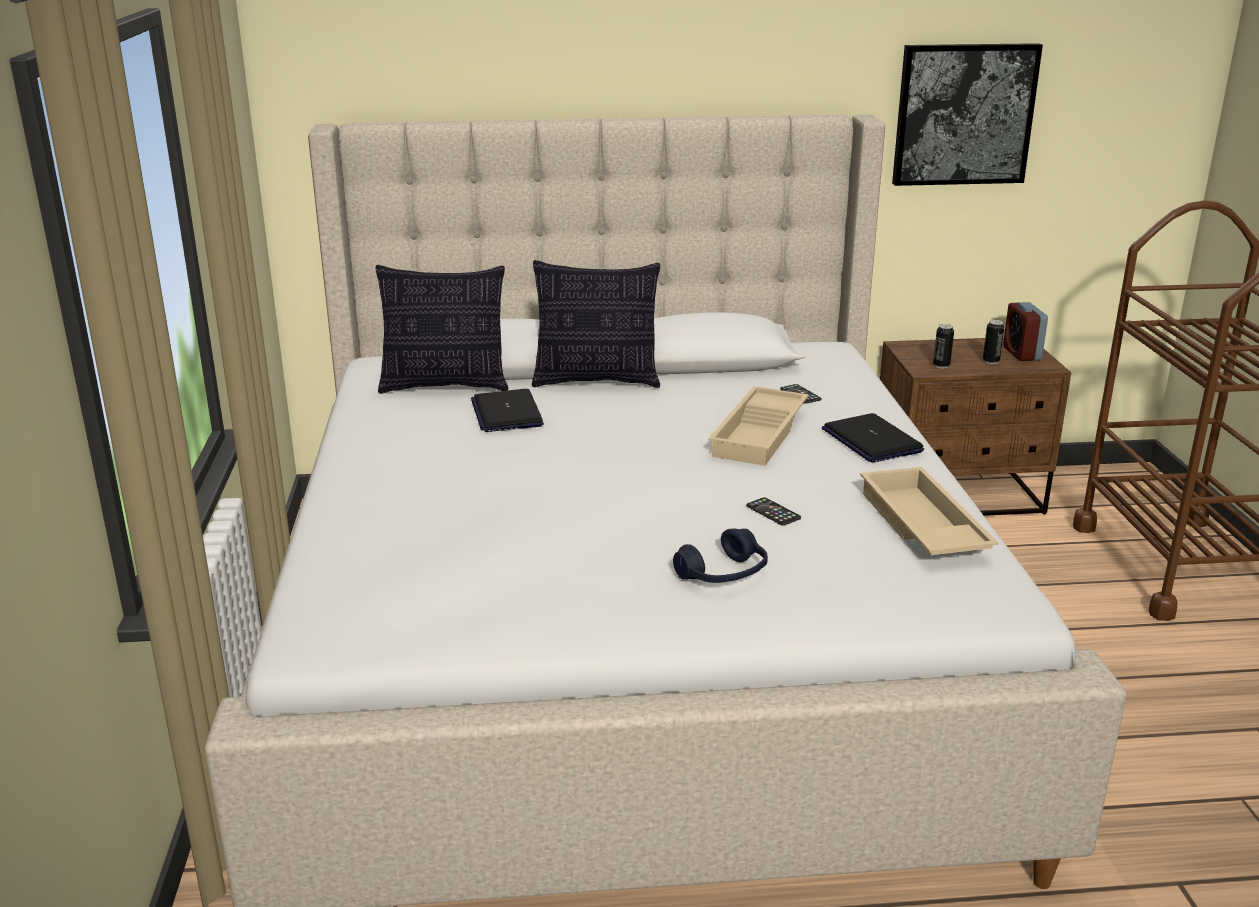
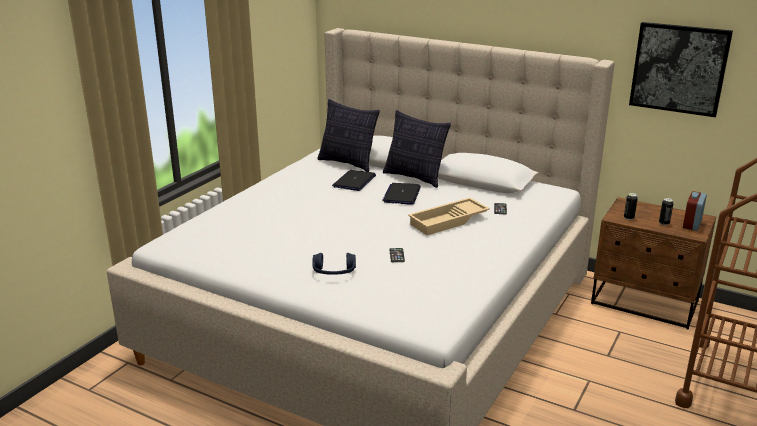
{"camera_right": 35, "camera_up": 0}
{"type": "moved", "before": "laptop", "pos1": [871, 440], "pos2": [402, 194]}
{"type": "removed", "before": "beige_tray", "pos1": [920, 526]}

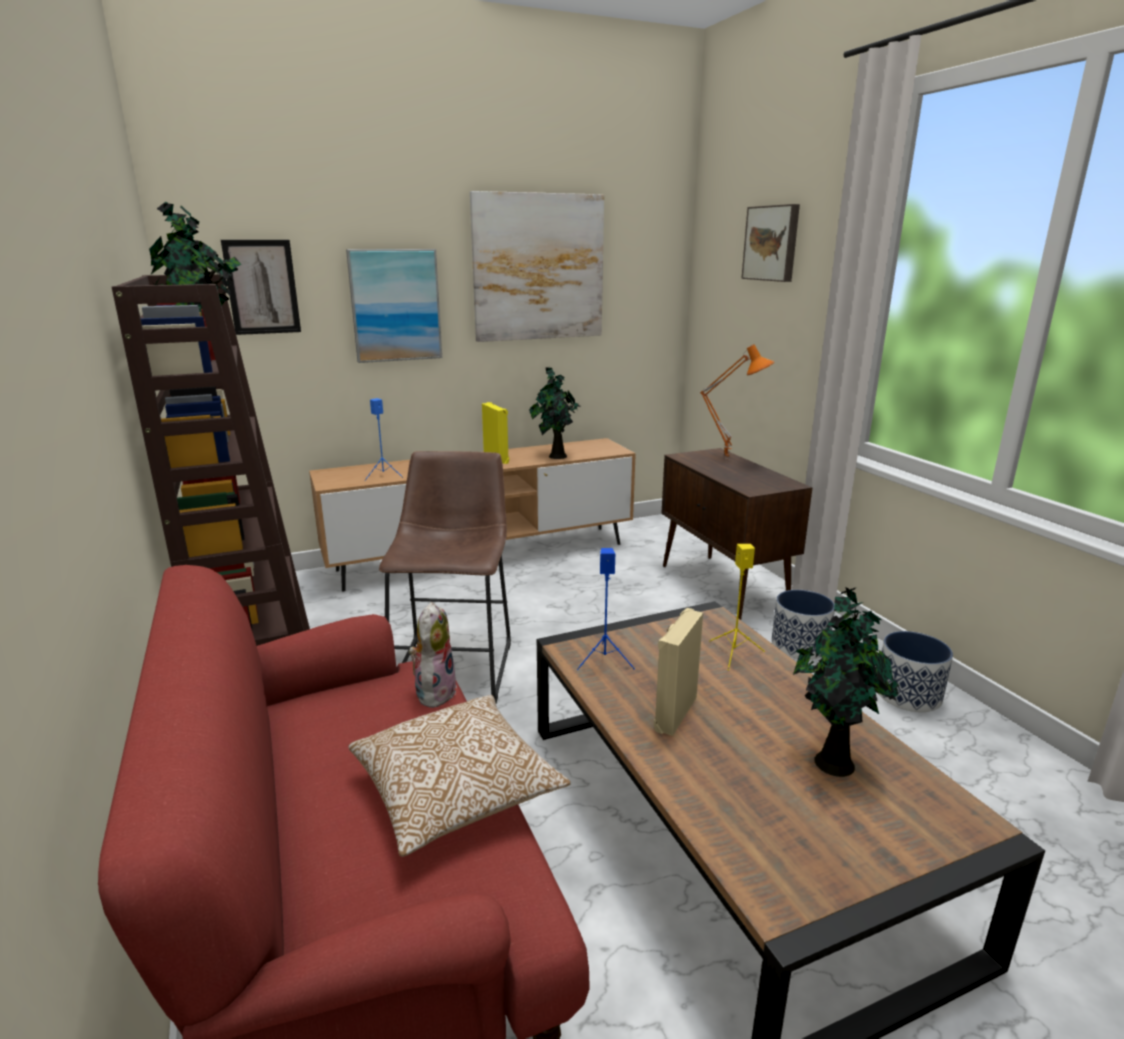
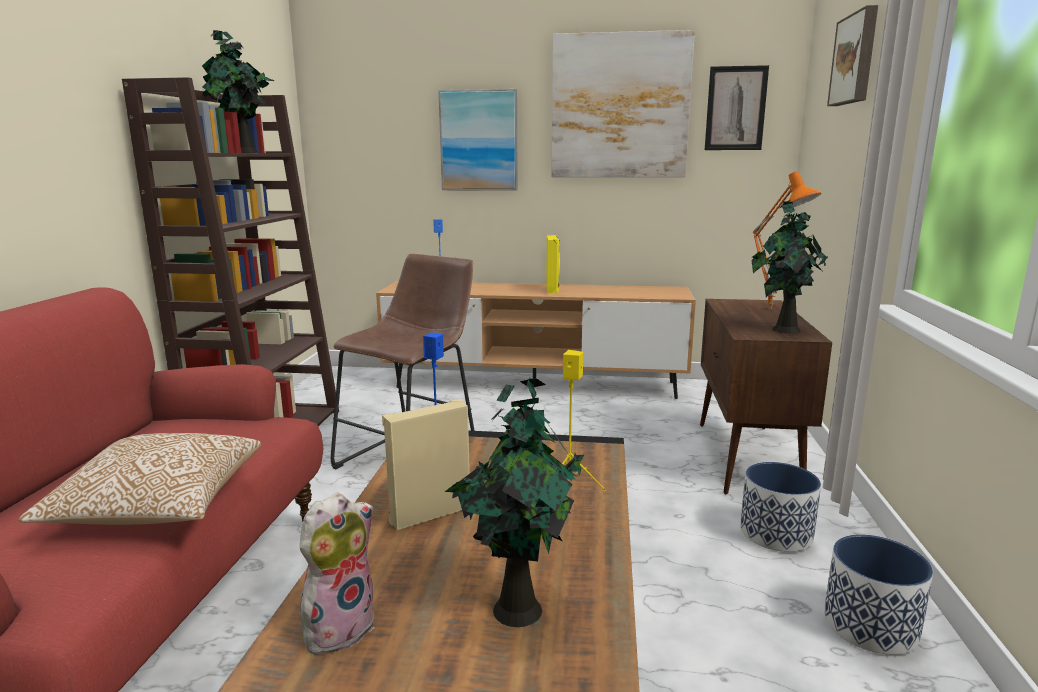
{"camera_right": 30, "camera_up": -5}
{"type": "moved", "before": "plush_toy", "pos1": [434, 691], "pos2": [339, 626]}
{"type": "moved", "before": "picture", "pos1": [262, 287], "pos2": [735, 108]}
{"type": "moved", "before": "potted_plant", "pos1": [556, 456], "pos2": [783, 329]}

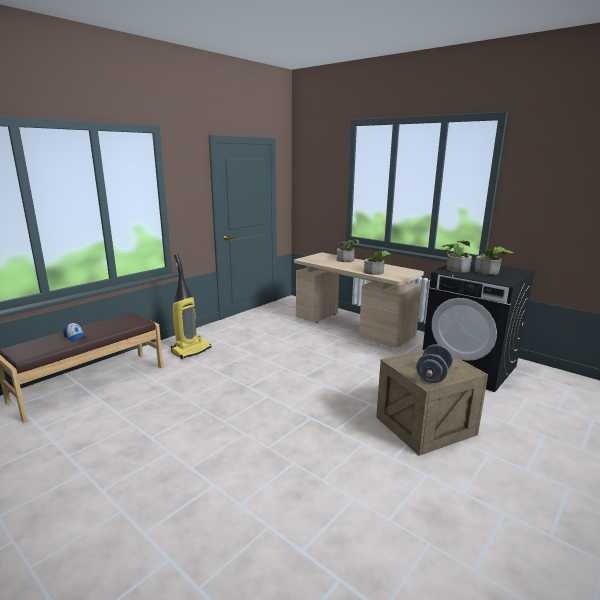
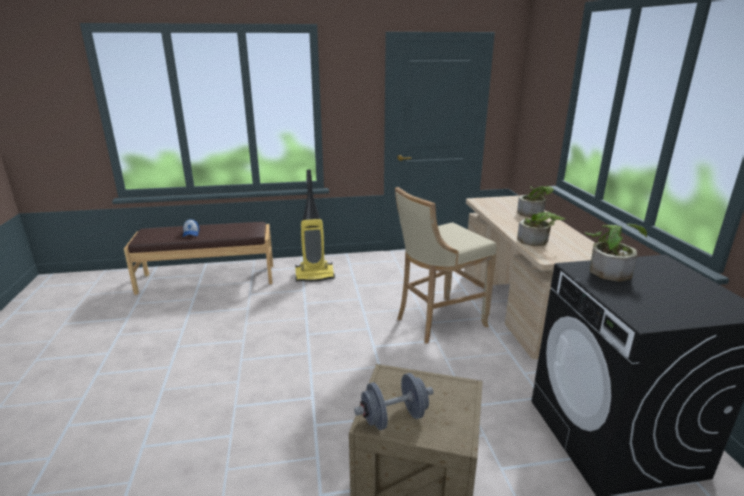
{"camera_right": 40, "camera_up": 5}
{"type": "added", "after": "beige_stool", "pos2": [437, 322]}
{"type": "removed", "before": "potted_plant", "pos1": [490, 272]}

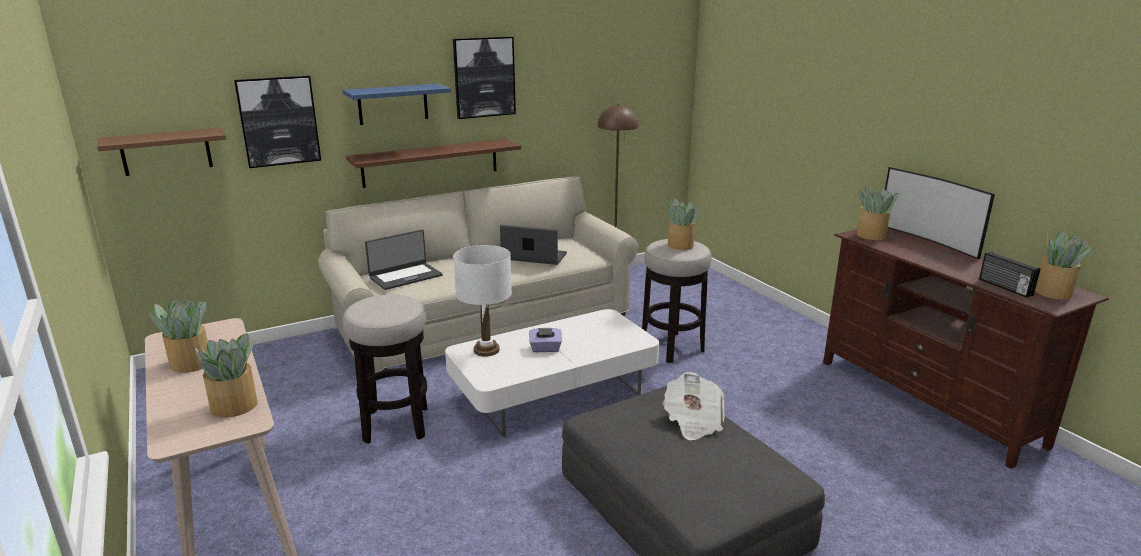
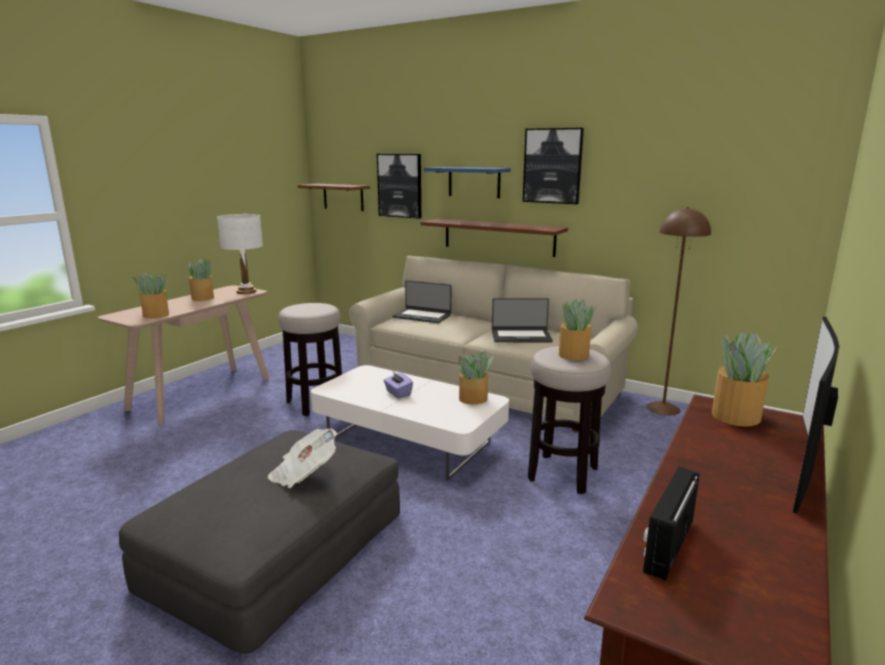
{"camera_right": 60, "camera_up": -5}
{"type": "moved", "before": "white_table_lamp", "pos1": [486, 350], "pos2": [246, 292]}
{"type": "moved", "before": "potted_plant", "pos1": [1052, 292], "pos2": [474, 399]}
{"type": "turned", "before": "laptop", "pos1": [534, 257], "pos2": [521, 336], "turn": 105}

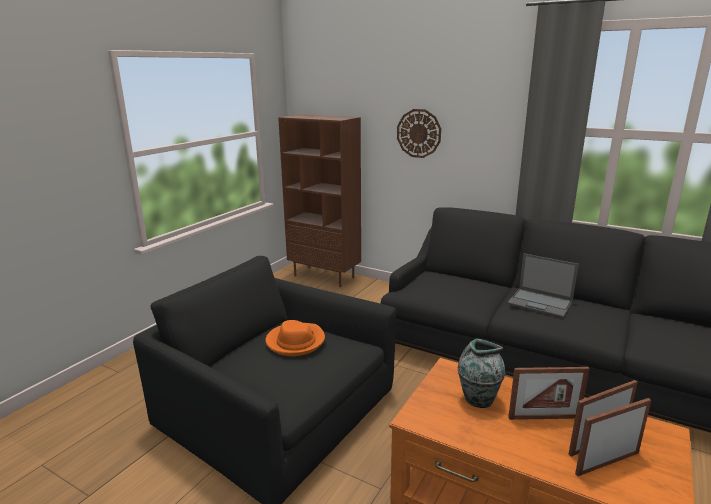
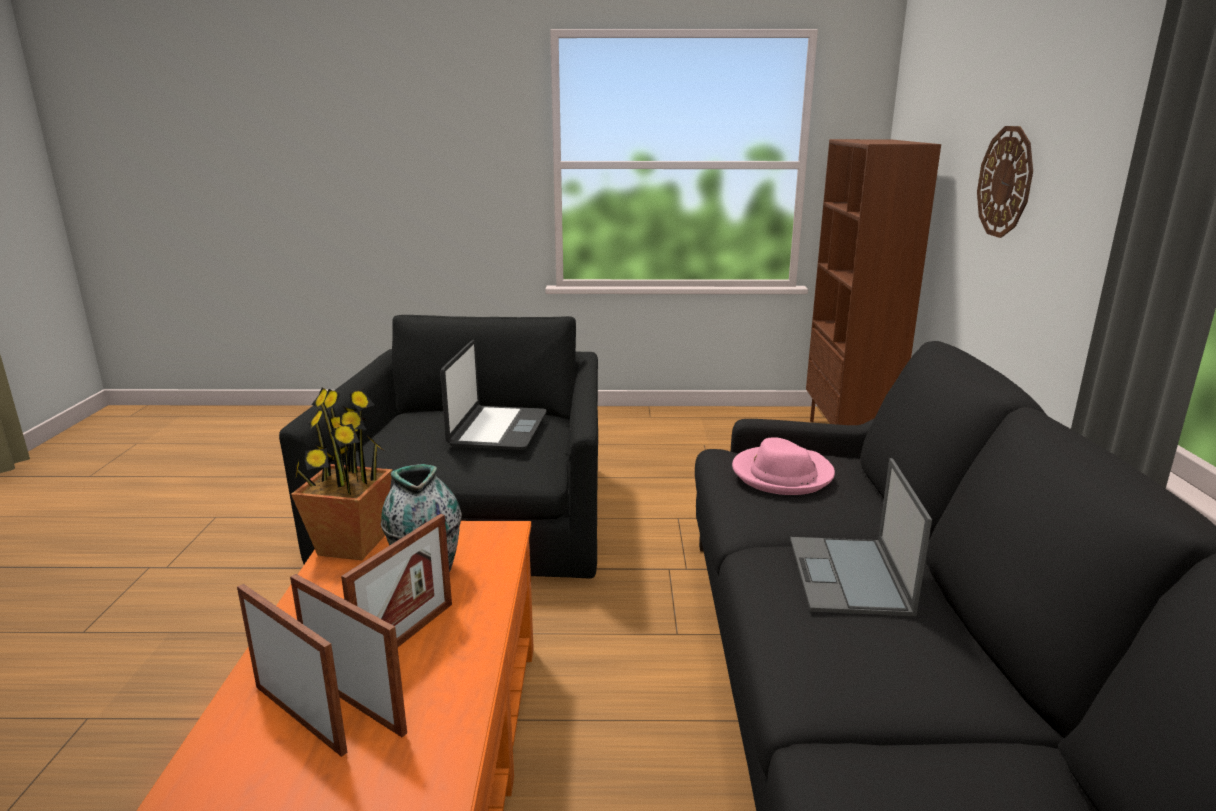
{"camera_right": 60, "camera_up": 0}
{"type": "added", "after": "potted_plant", "pos2": [350, 545]}
{"type": "turned", "before": "picture_frame", "pos1": [544, 418], "pos2": [406, 637], "turn": -120}
{"type": "replaced", "before": "orange_hat", "after": "laptop", "pos1": [295, 341], "pos2": [497, 429]}
{"type": "added", "after": "pink_hat", "pos2": [782, 474]}

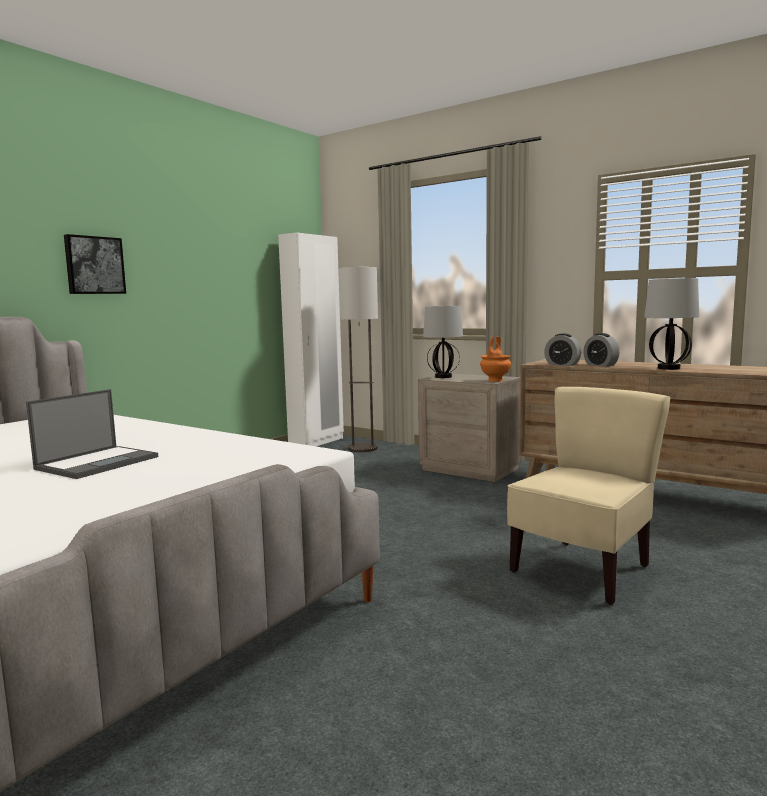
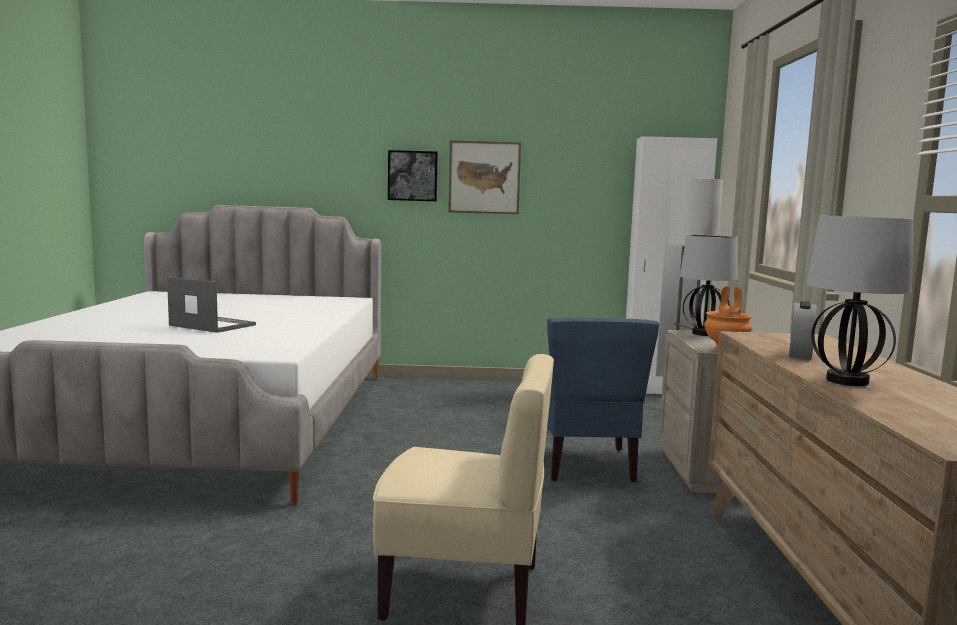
{"camera_right": 55, "camera_up": 0}
{"type": "turned", "before": "laptop", "pos1": [98, 462], "pos2": [211, 325], "turn": -150}
{"type": "added", "after": "picture", "pos2": [484, 177]}
{"type": "added", "after": "blue_chair", "pos2": [585, 464]}
{"type": "removed", "before": "alarm_clock", "pos1": [562, 365]}

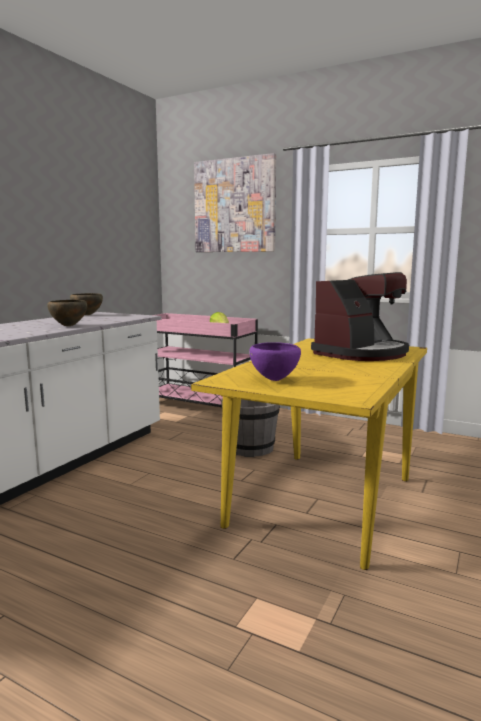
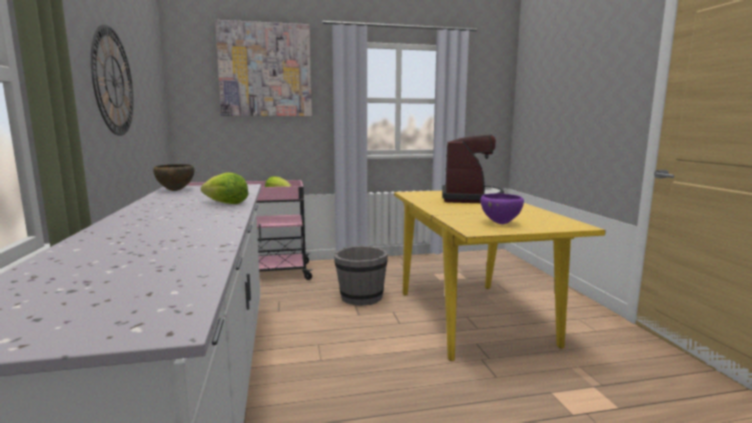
{"camera_right": -40, "camera_up": 0}
{"type": "added", "after": "wall_clock", "pos2": [113, 82]}
{"type": "replaced", "before": "brown_bowl", "after": "lettuce", "pos1": [68, 326], "pos2": [226, 203]}

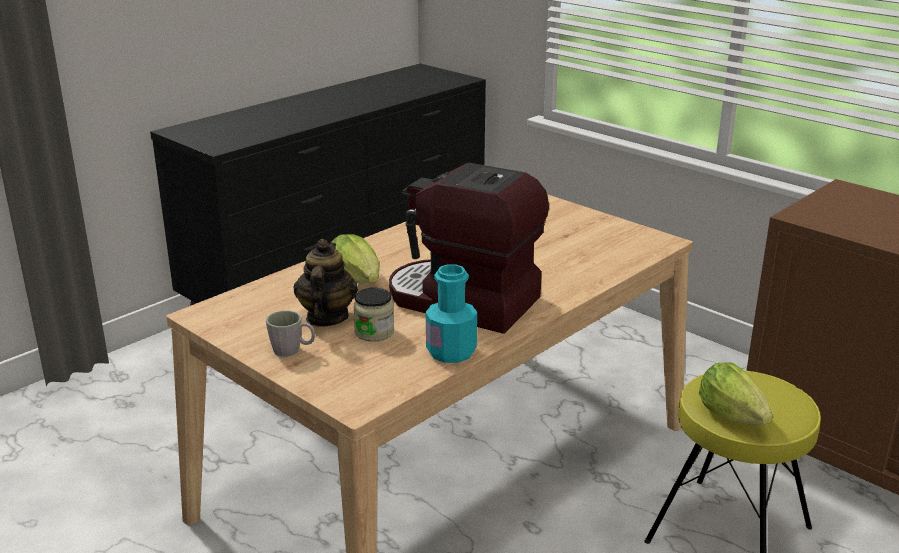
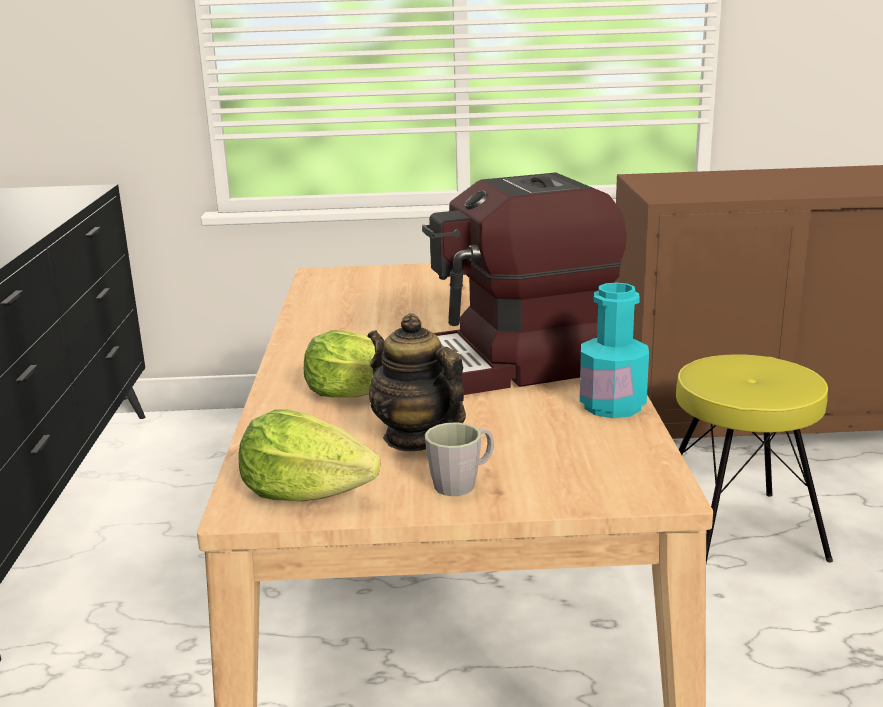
{"camera_right": -45, "camera_up": -5}
{"type": "moved", "before": "lettuce", "pos1": [731, 415], "pos2": [305, 494]}
{"type": "removed", "before": "jar", "pos1": [374, 332]}

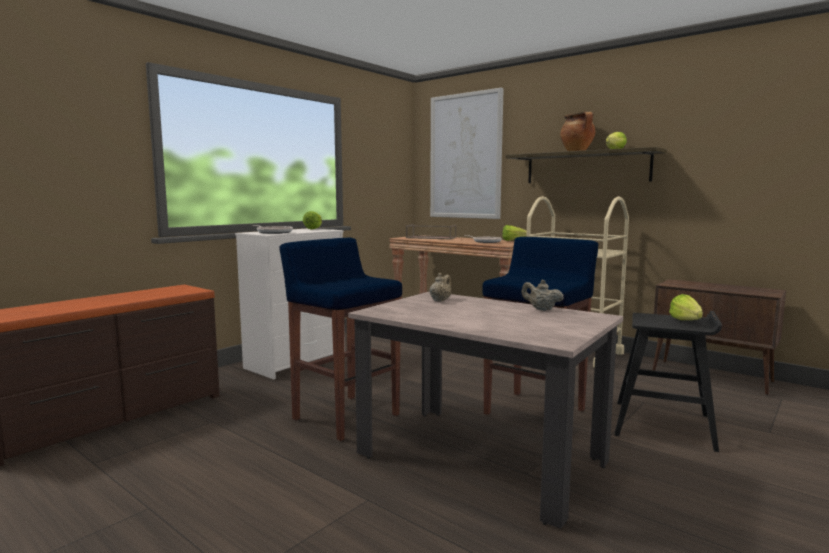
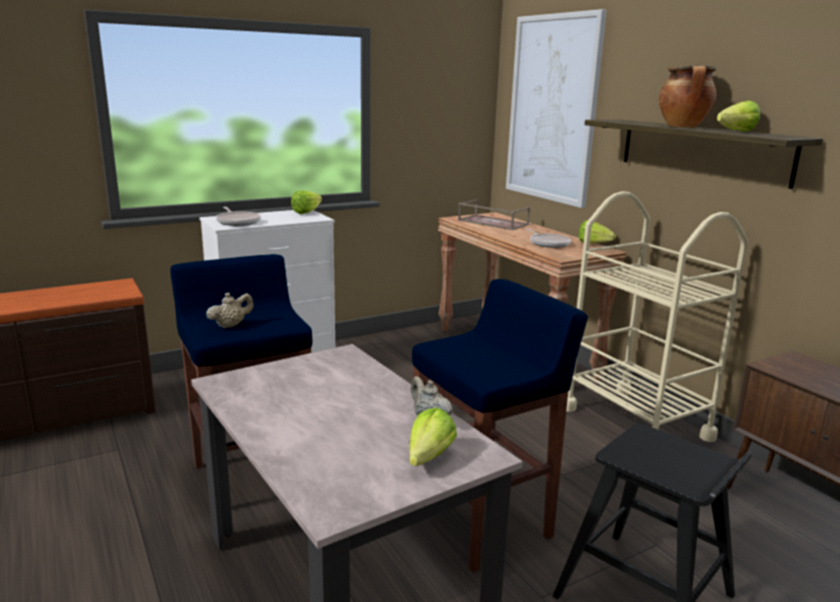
{"camera_right": 20, "camera_up": 10}
{"type": "moved", "before": "beige_teapot", "pos1": [440, 300], "pos2": [231, 325]}
{"type": "moved", "before": "lettuce", "pos1": [687, 322], "pos2": [425, 461]}

